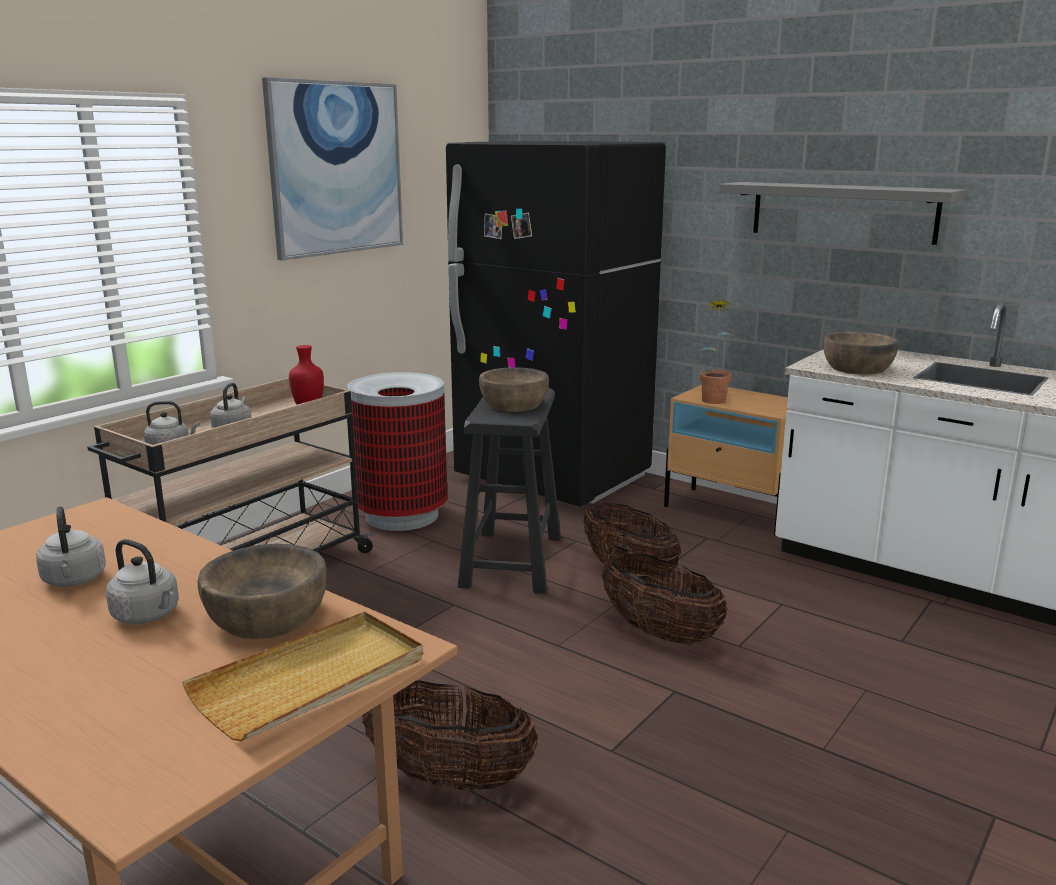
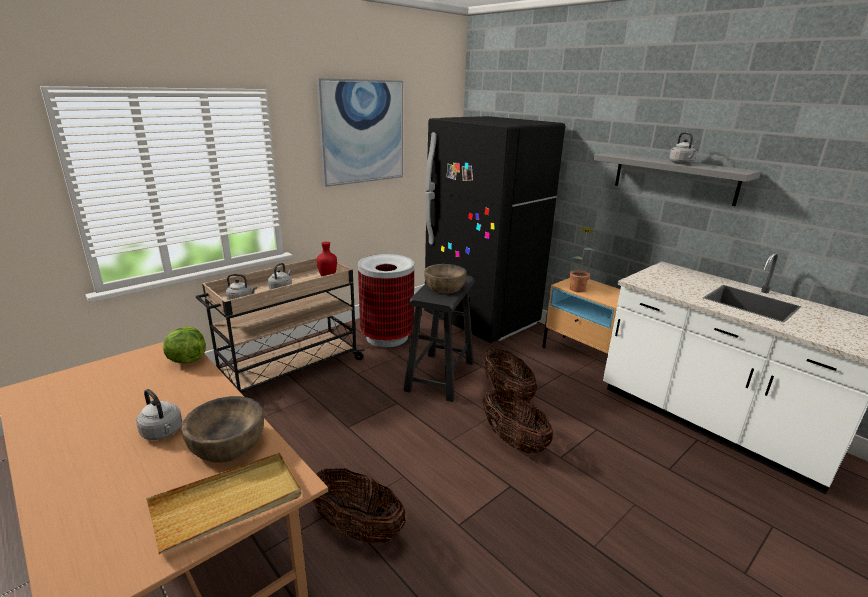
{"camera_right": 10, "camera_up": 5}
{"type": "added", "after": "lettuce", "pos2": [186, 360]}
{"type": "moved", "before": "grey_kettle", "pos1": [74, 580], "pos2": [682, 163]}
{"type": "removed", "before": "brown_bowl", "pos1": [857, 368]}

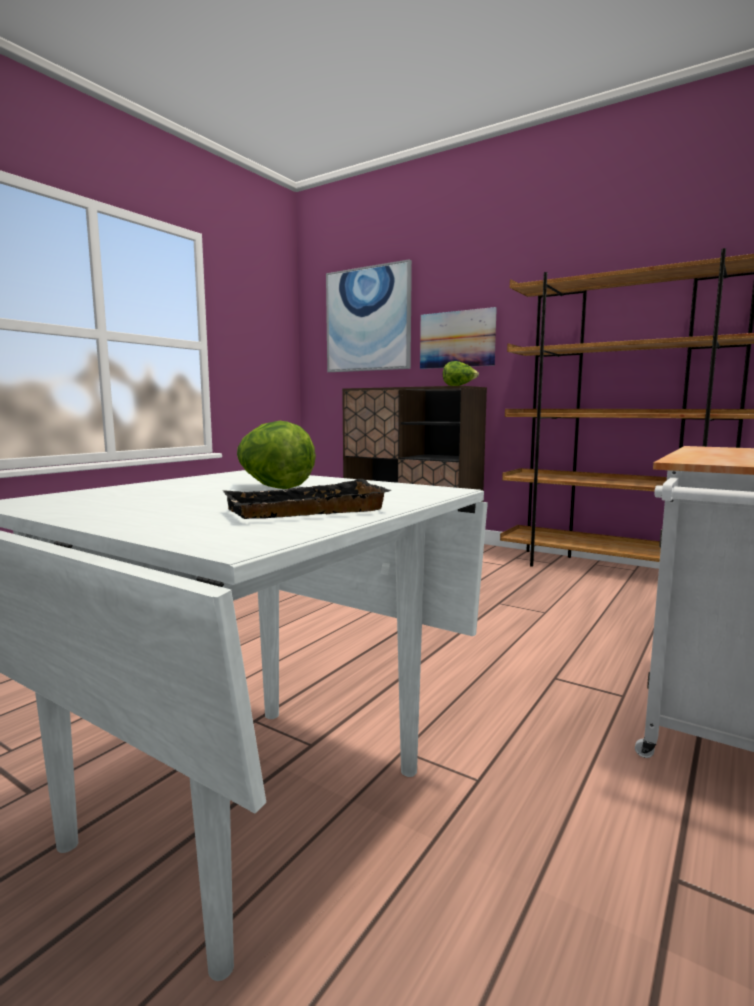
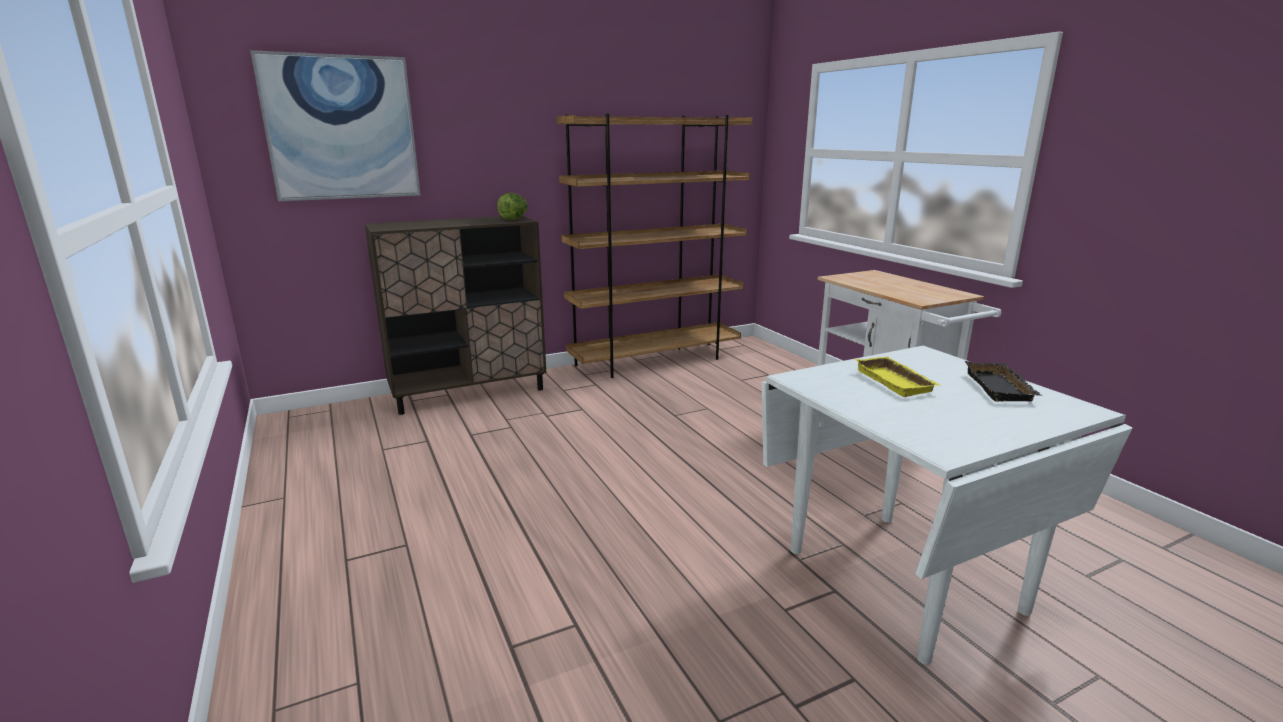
{"camera_right": -60, "camera_up": 10}
{"type": "replaced", "before": "lettuce", "after": "yellow_tray", "pos1": [273, 487], "pos2": [897, 382]}
{"type": "removed", "before": "picture", "pos1": [457, 339]}

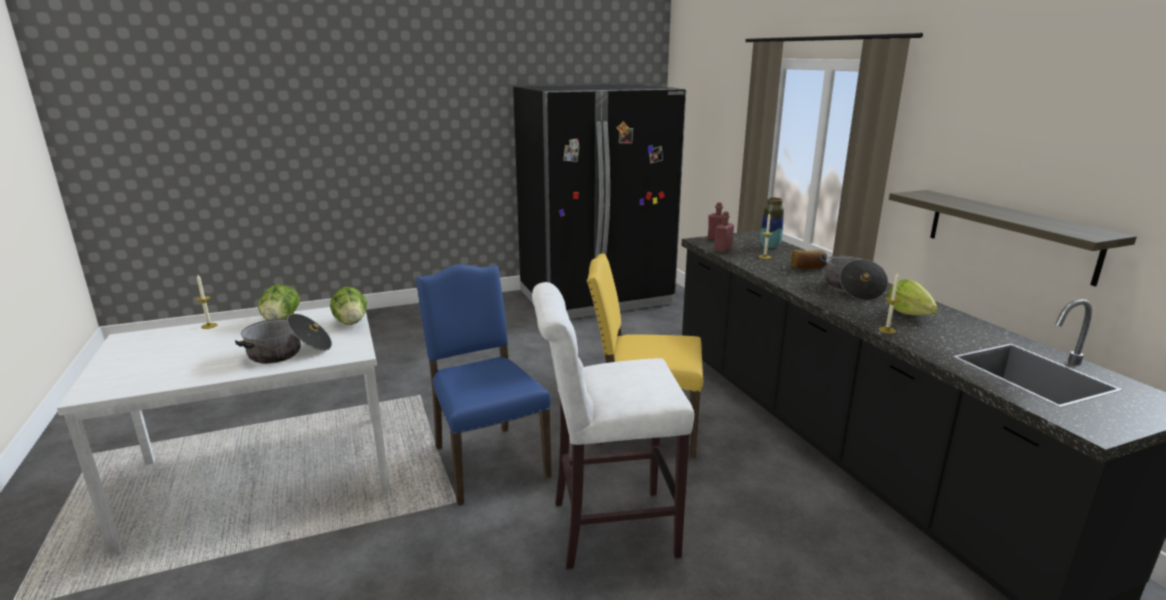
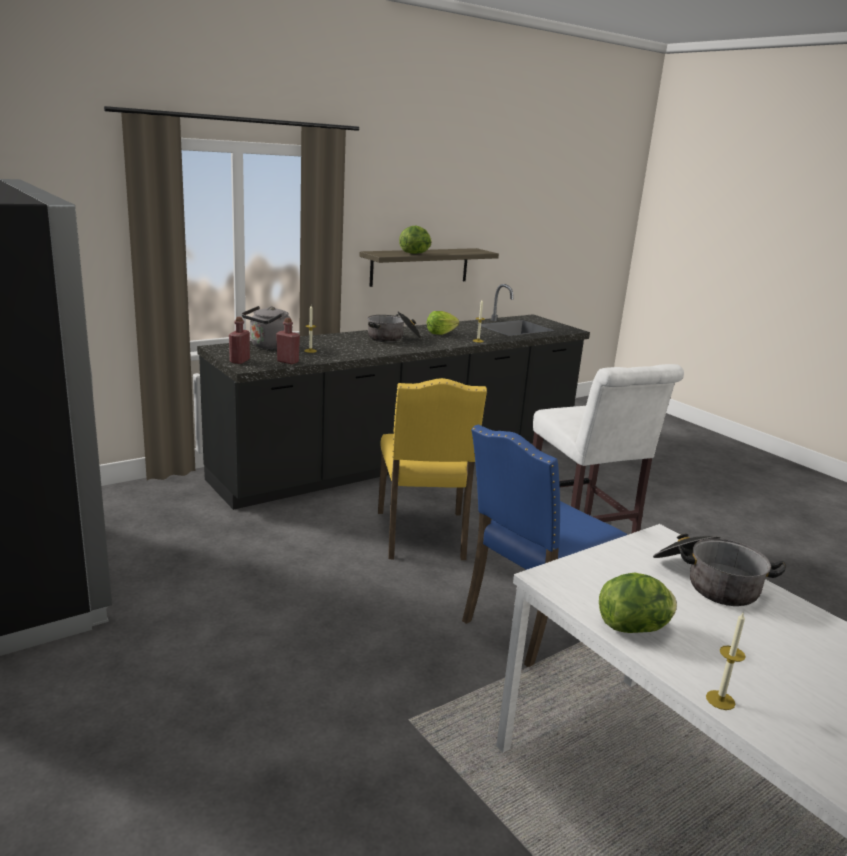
{"camera_right": -105, "camera_up": 0}
{"type": "replaced", "before": "vase", "after": "grey_kettle", "pos1": [770, 246], "pos2": [269, 346]}
{"type": "moved", "before": "lettuce", "pos1": [351, 322], "pos2": [415, 253]}
{"type": "removed", "before": "bread", "pos1": [808, 267]}

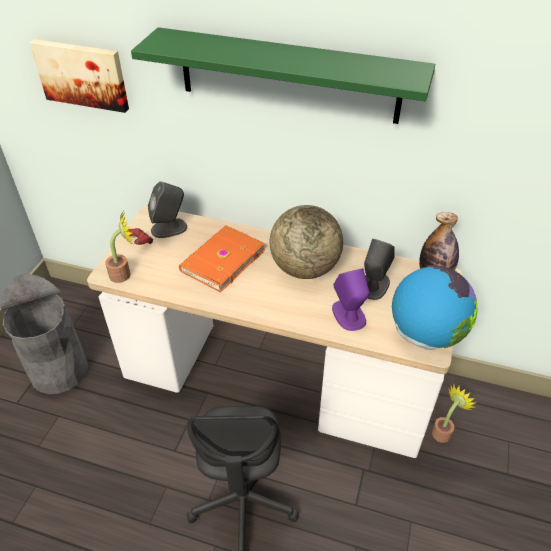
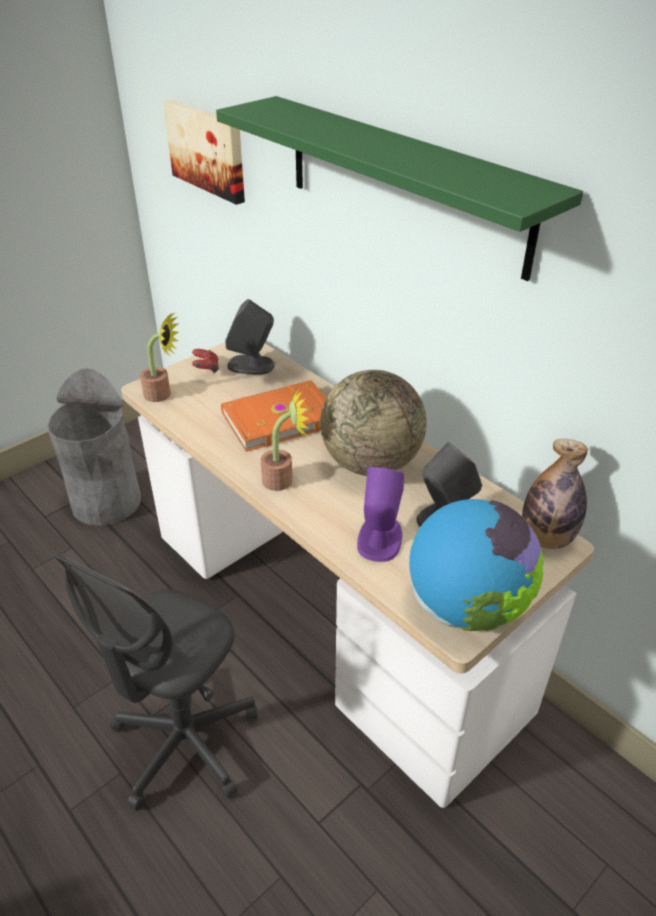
{"camera_right": 30, "camera_up": -5}
{"type": "moved", "before": "potted_plant", "pos1": [443, 431], "pos2": [284, 479]}

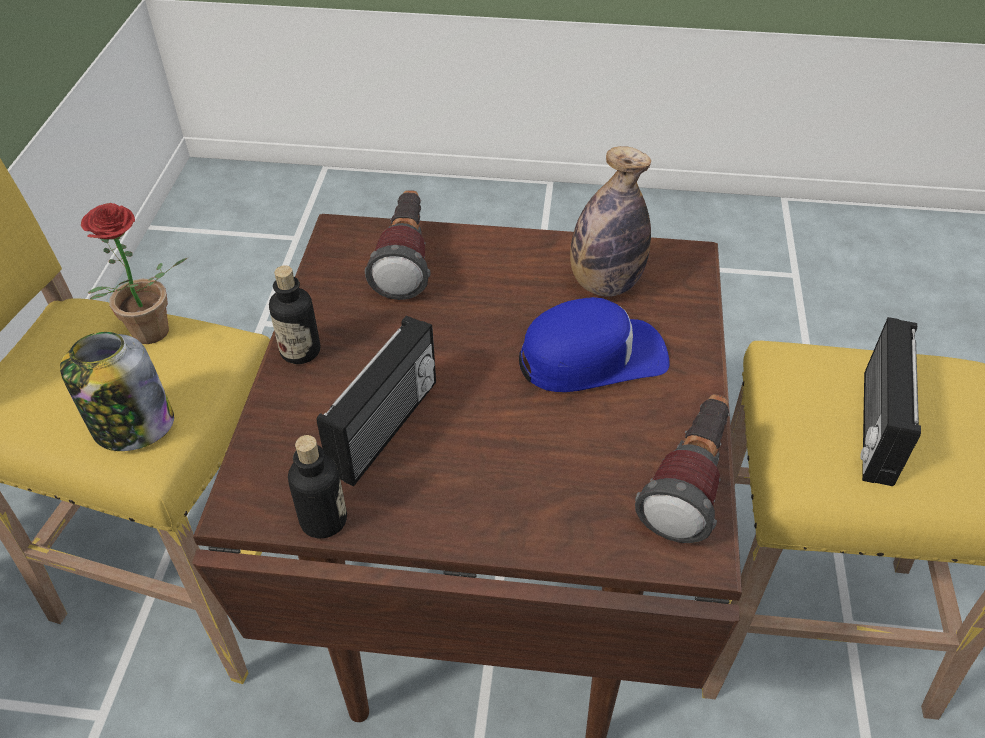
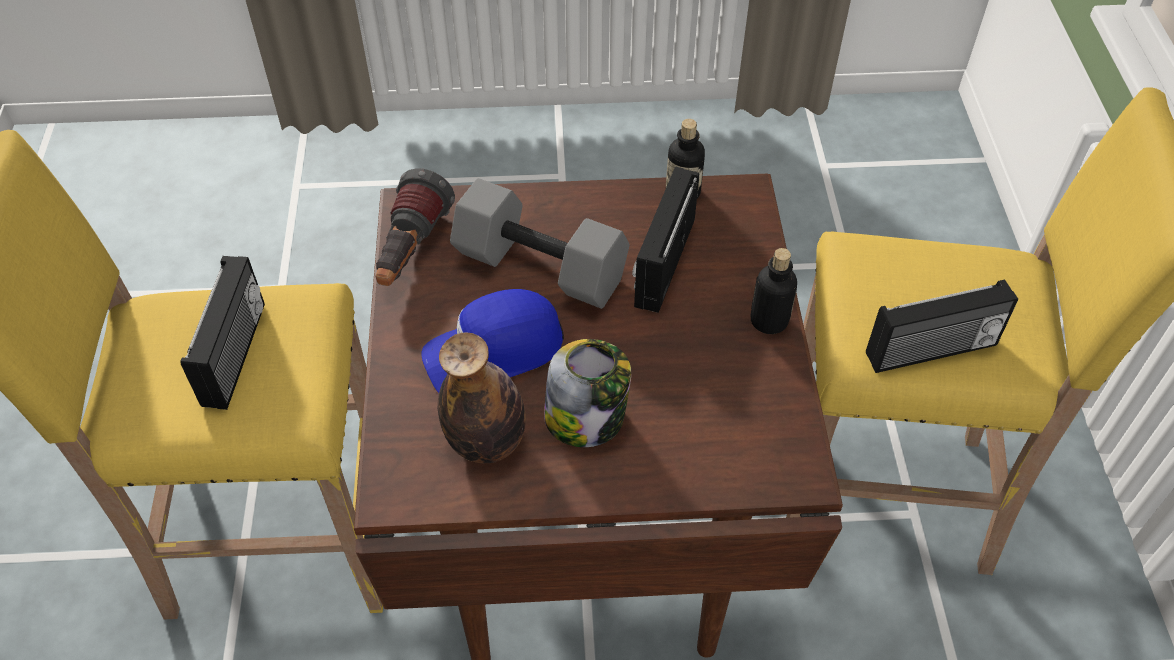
{"camera_right": 170, "camera_up": 5}
{"type": "added", "after": "grey_dumbbell", "pos2": [538, 268]}
{"type": "moved", "before": "jar", "pos1": [131, 426], "pos2": [586, 418]}
{"type": "replaced", "before": "potted_plant", "after": "radio", "pos1": [150, 337], "pos2": [932, 351]}
{"type": "removed", "before": "flashlight", "pos1": [406, 260]}

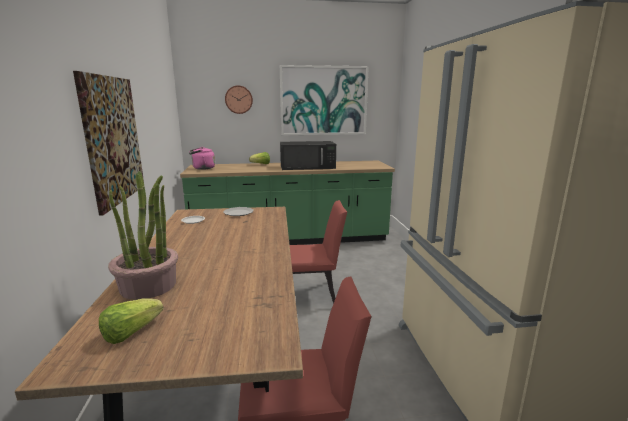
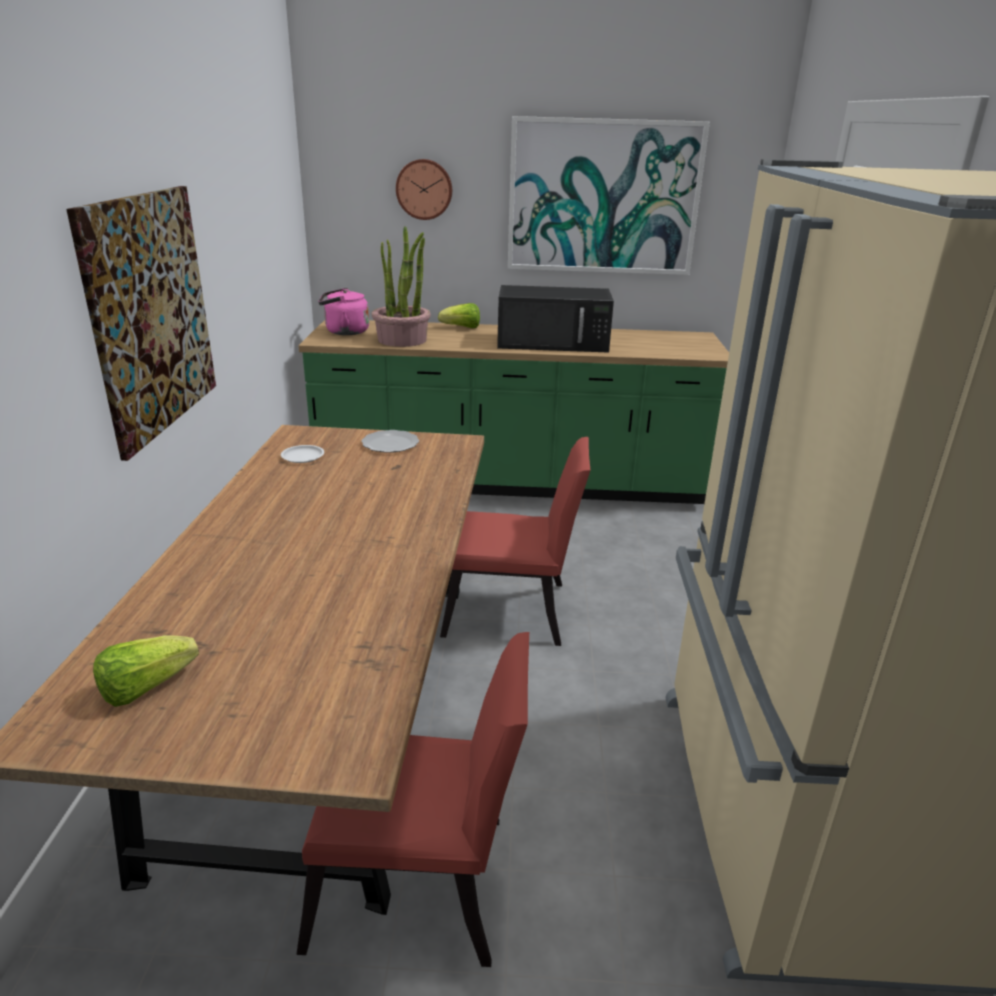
{"camera_right": 10, "camera_up": 10}
{"type": "moved", "before": "potted_plant", "pos1": [148, 286], "pos2": [402, 340]}

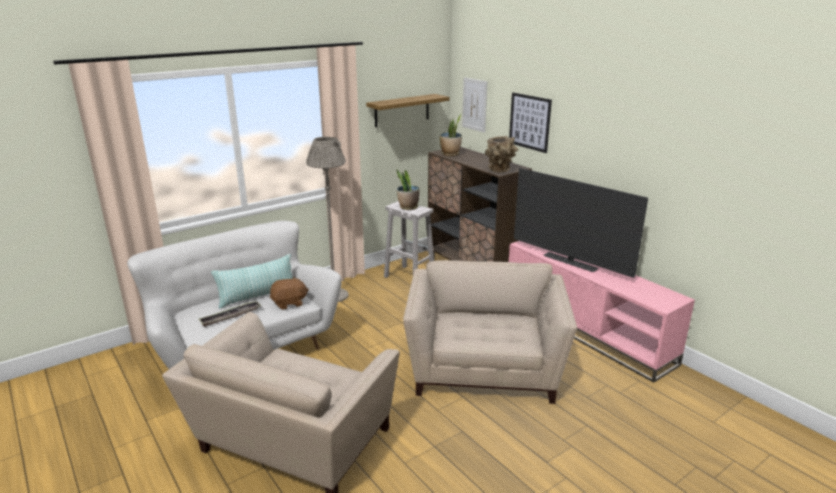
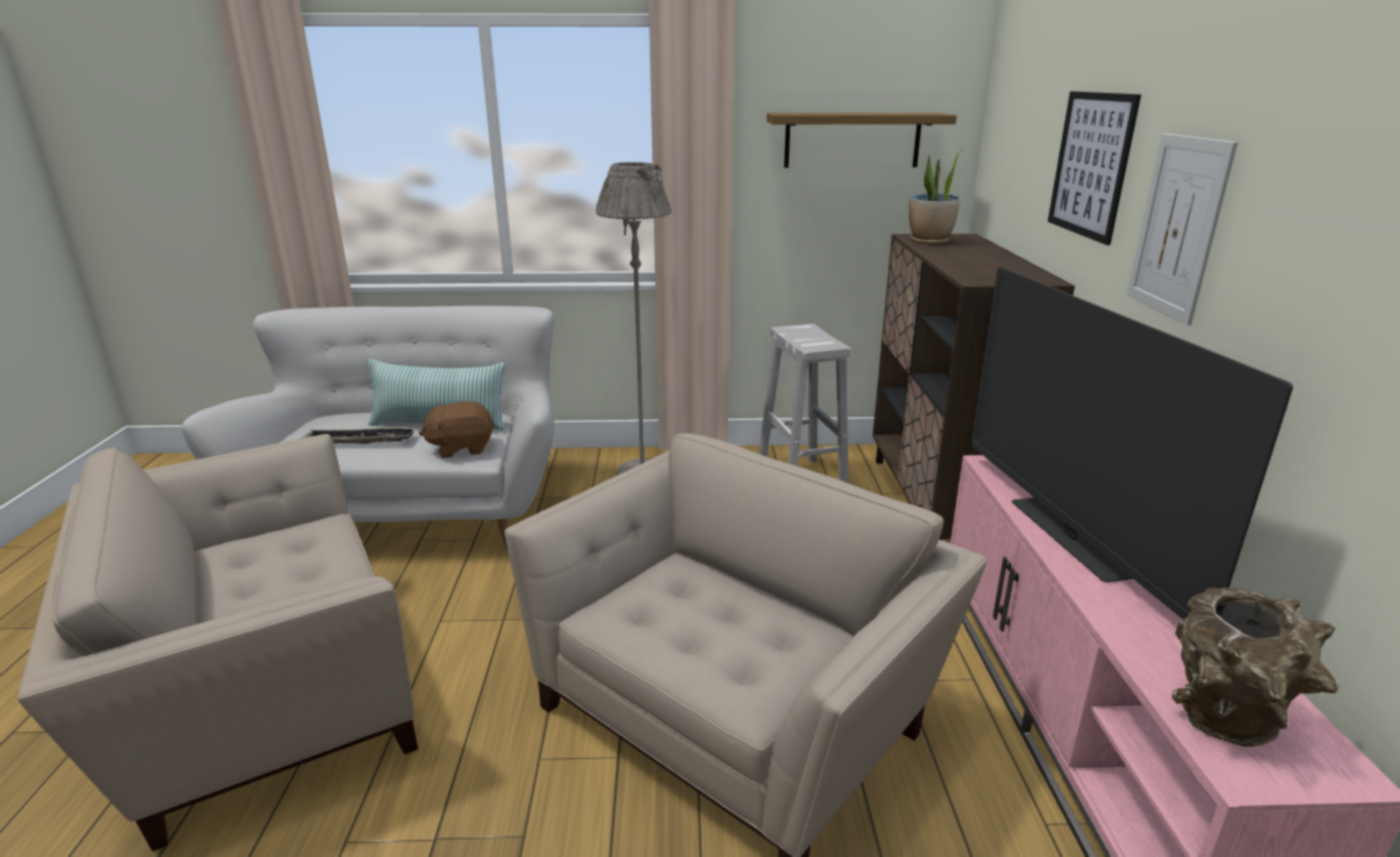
{"camera_right": 35, "camera_up": 0}
{"type": "turned", "before": "brown_plush_toy", "pos1": [289, 303], "pos2": [461, 448], "turn": 150}
{"type": "moved", "before": "picture", "pos1": [474, 104], "pos2": [1178, 227]}
{"type": "moved", "before": "brown_vase", "pos1": [500, 171], "pos2": [1226, 726]}
{"type": "removed", "before": "potted_plant", "pos1": [408, 207]}

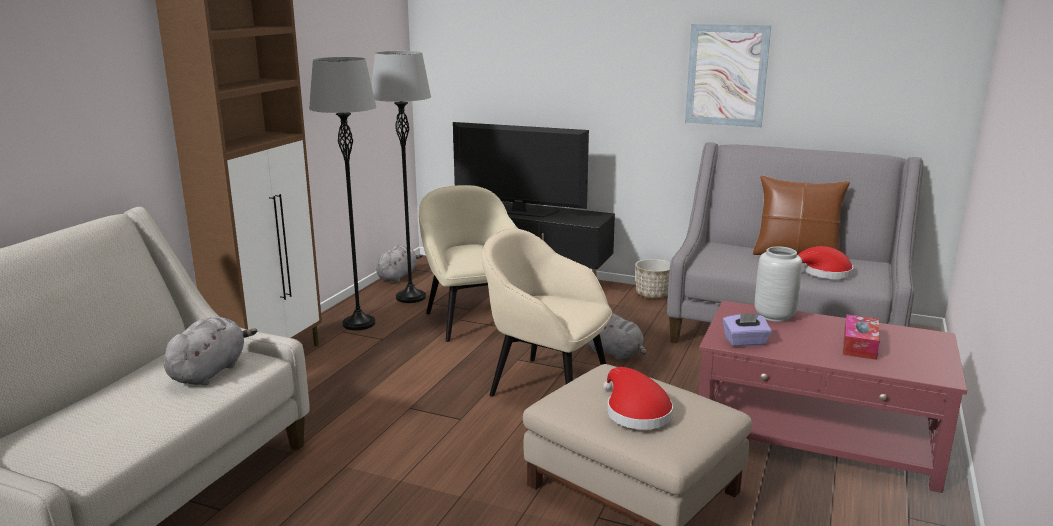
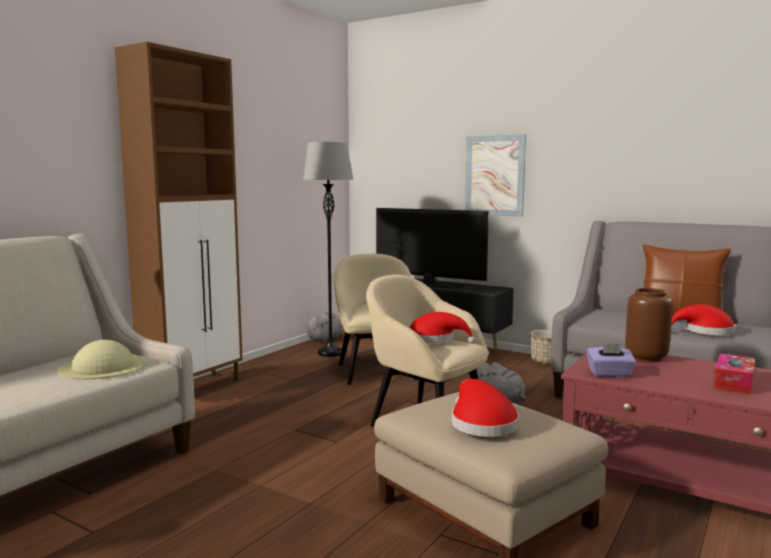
{"camera_right": 10, "camera_up": -10}
{"type": "replaced", "before": "grey_plush_toy", "after": "beige_hat", "pos1": [210, 371], "pos2": [103, 366]}
{"type": "added", "after": "red_hat", "pos2": [435, 339]}
{"type": "moved", "before": "picture", "pos1": [726, 75], "pos2": [495, 175]}
{"type": "recoloured", "before": "grey_vase", "after": "brown_vase", "pos1": [774, 315], "pos2": [646, 357]}
{"type": "removed", "before": "grey_floor_lamp", "pos1": [359, 323]}

